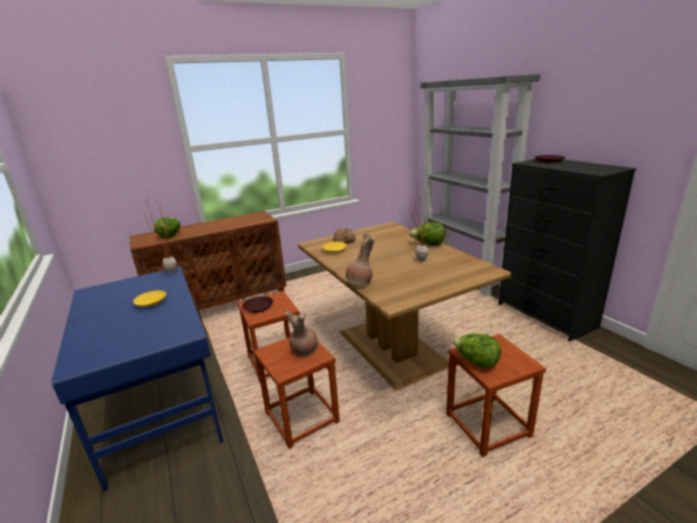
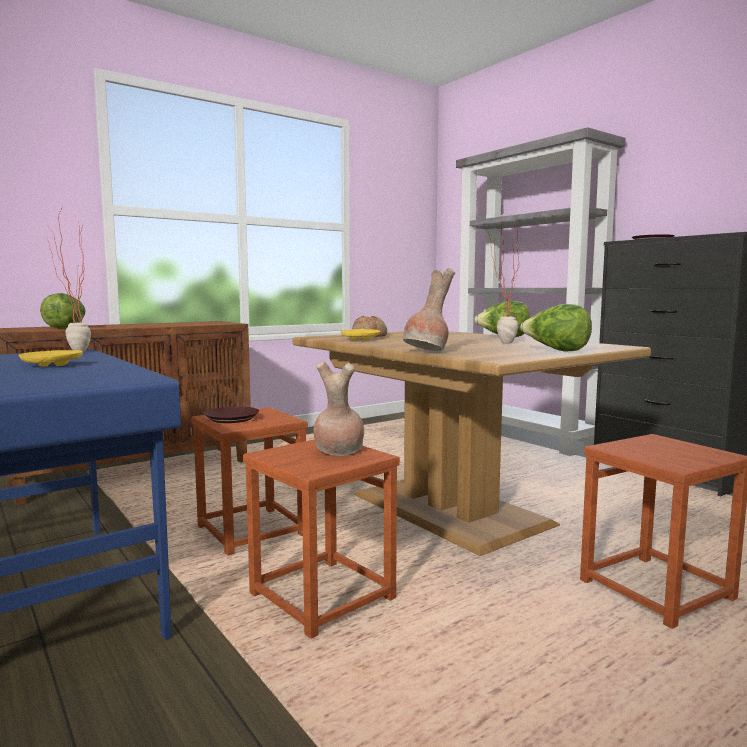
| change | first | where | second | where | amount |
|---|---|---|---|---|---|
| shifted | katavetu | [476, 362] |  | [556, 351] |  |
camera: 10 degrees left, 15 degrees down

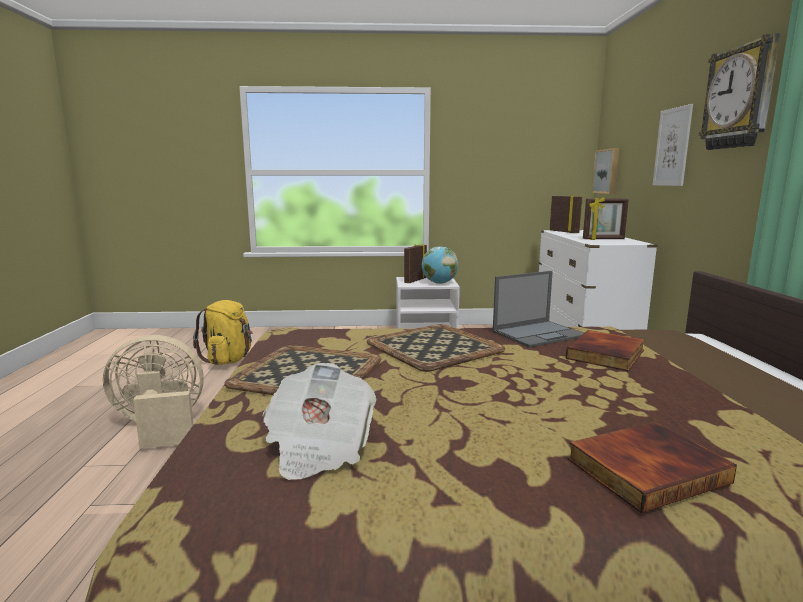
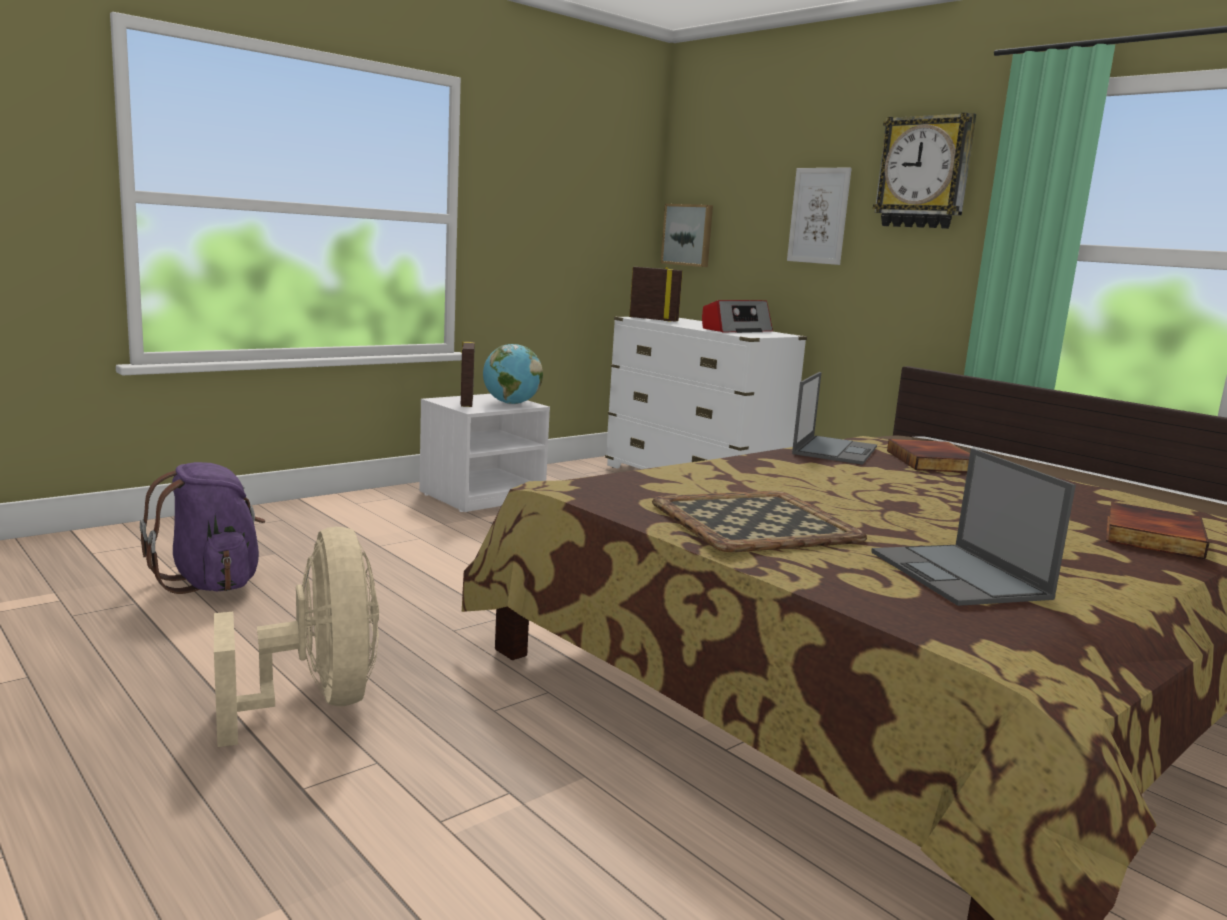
| change | first | where | second | where | amount |
|---|---|---|---|---|---|
| gone | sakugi | [432, 347] |  |  |  |
| swapped | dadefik | [318, 447] | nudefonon | [960, 576] |  |
| swapped | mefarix | [603, 239] | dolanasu | [735, 330] |  |
| repainted | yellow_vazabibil | [229, 360] | purple_vazabibil | [211, 583] |  |
| rotated | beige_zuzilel | [160, 427] |  | [316, 702] | 120 degrees clockwise |
camera: 40 degrees left, 0 degrees up

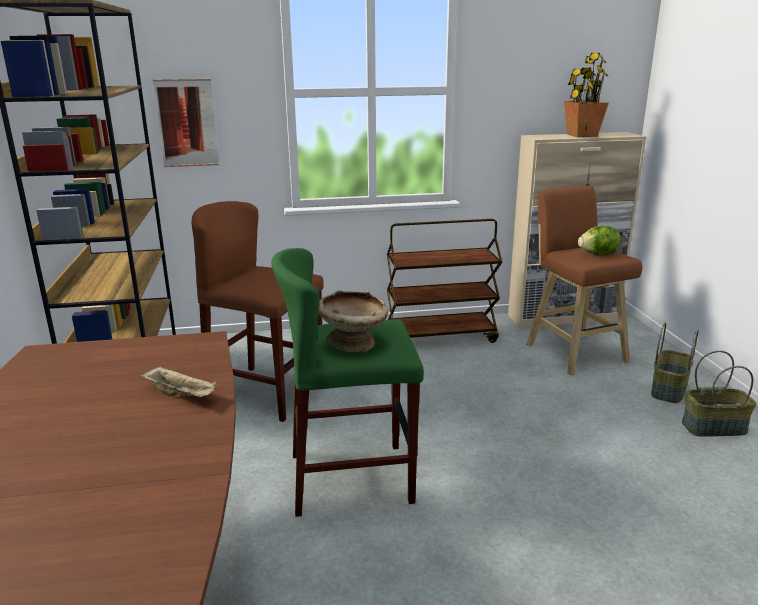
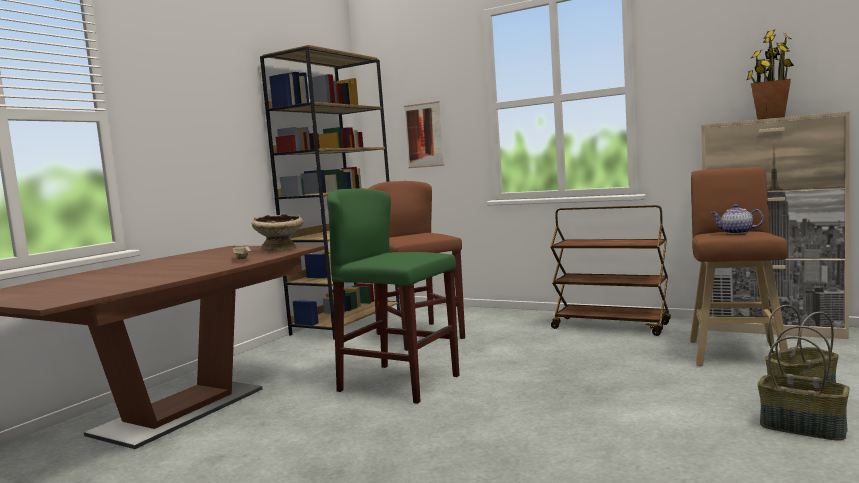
| change | first | where | second | where | amount |
|---|---|---|---|---|---|
| shifted | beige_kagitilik | [354, 343] |  | [280, 249] |  |
| swapped | katavetu | [598, 254] | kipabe | [736, 233] |  |
camera: 40 degrees right, 15 degrees down

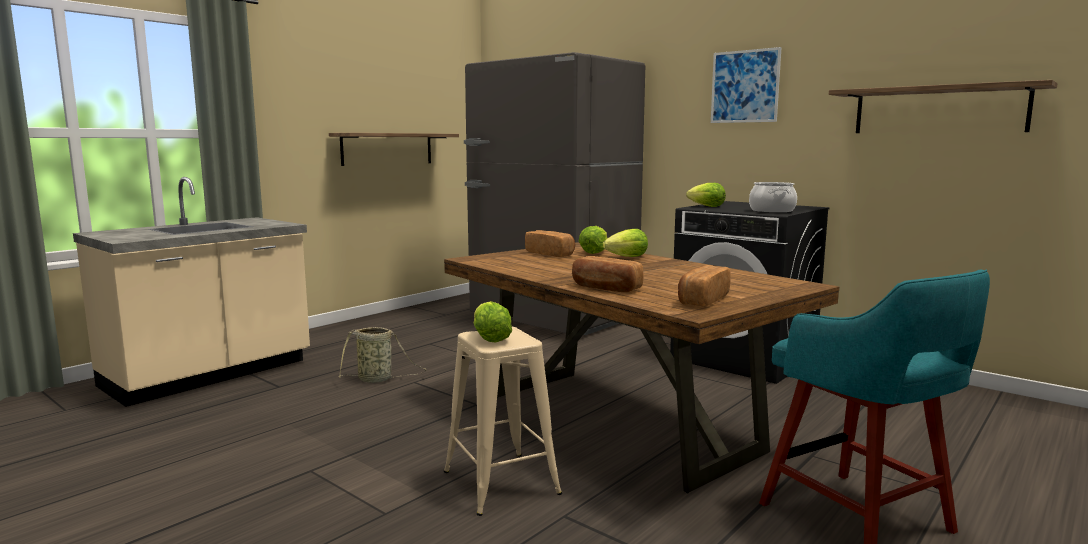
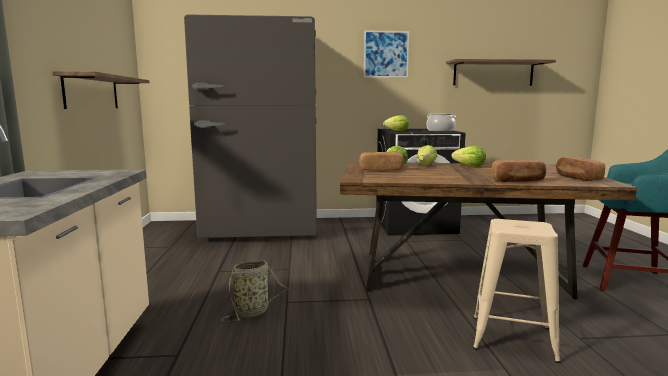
| change | first | where | second | where | amount |
|---|---|---|---|---|---|
| shifted | katavetu | [490, 338] |  | [470, 166] |  |
camera: 45 degrees left, 0 degrees up

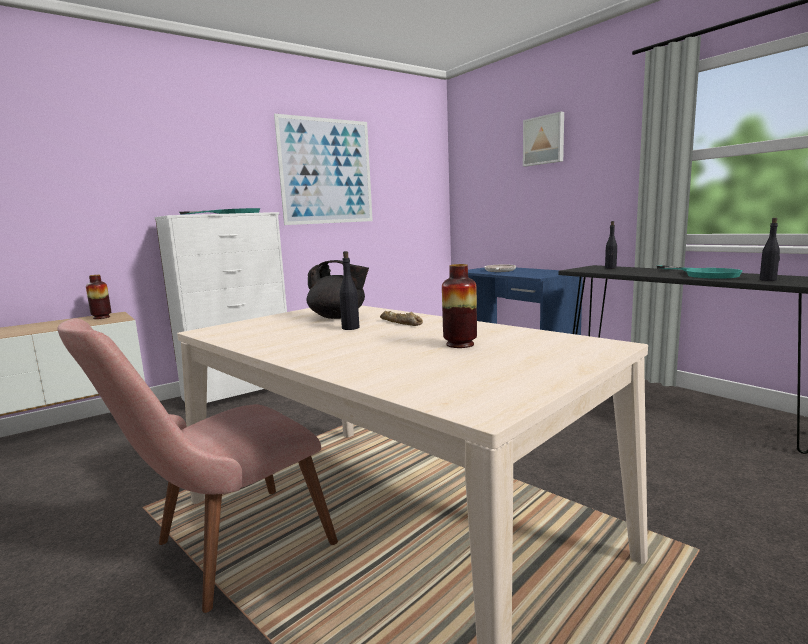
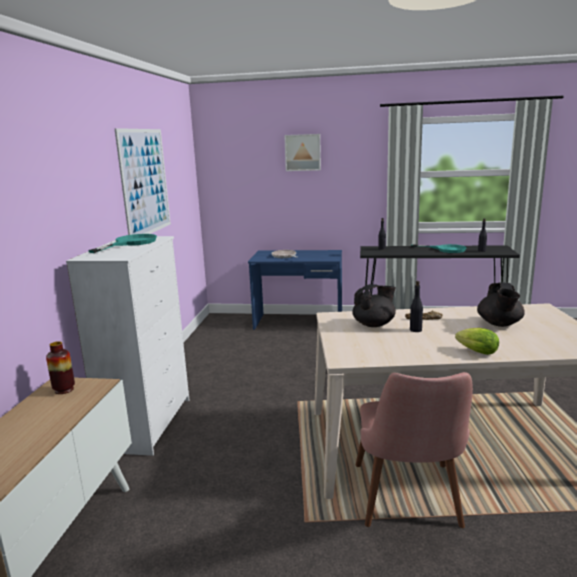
| change | first | where | second | where | amount |
|---|---|---|---|---|---|
| new |  |  | katavetu | [475, 351] |  |
| swapped | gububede | [460, 344] | black_kipabe | [499, 324] |  |
camera: 45 degrees left, 5 degrees up

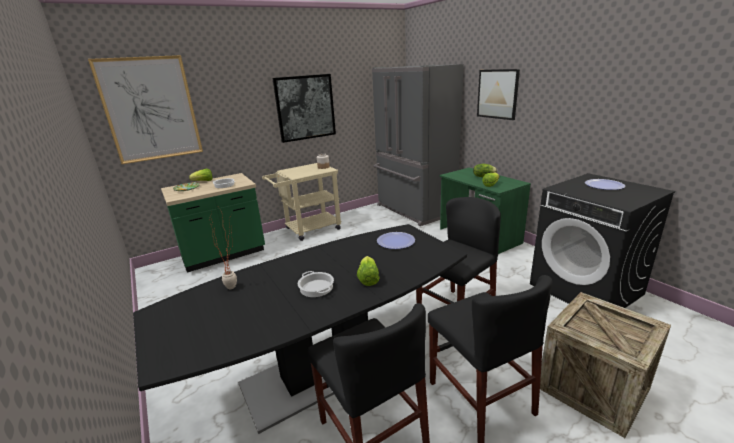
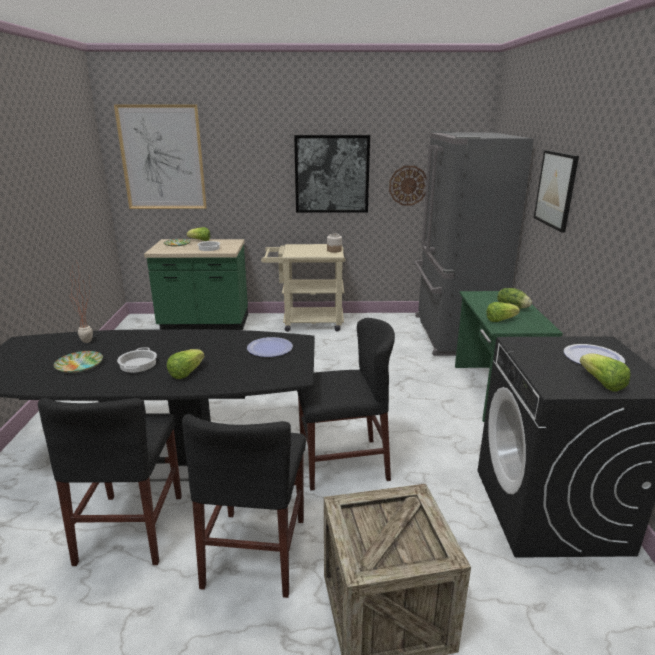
| change | first | where | second | where | amount |
|---|---|---|---|---|---|
| new |  |  | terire | [80, 364] |  |
| new |  |  | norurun | [408, 185] |  |
| new |  |  | katavetu | [601, 383] |  |
camera: 30 degrees right, 0 degrees up

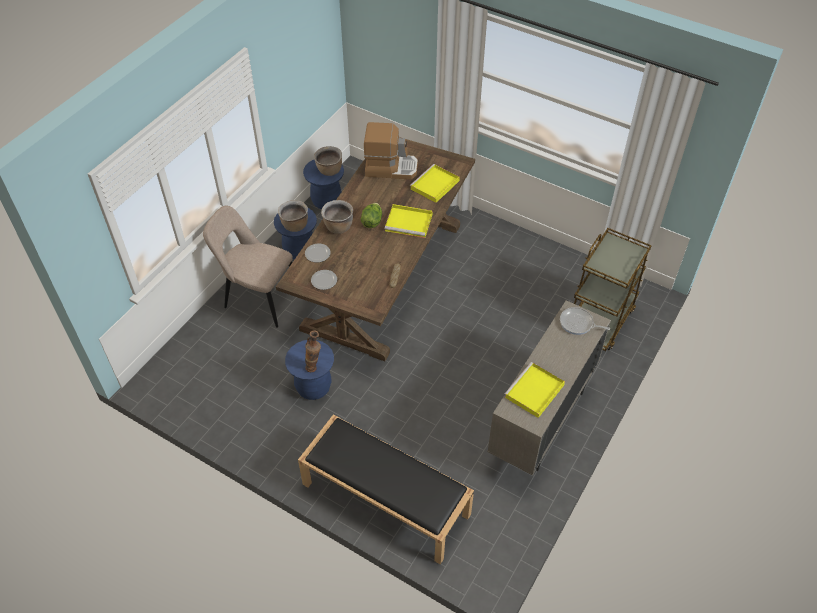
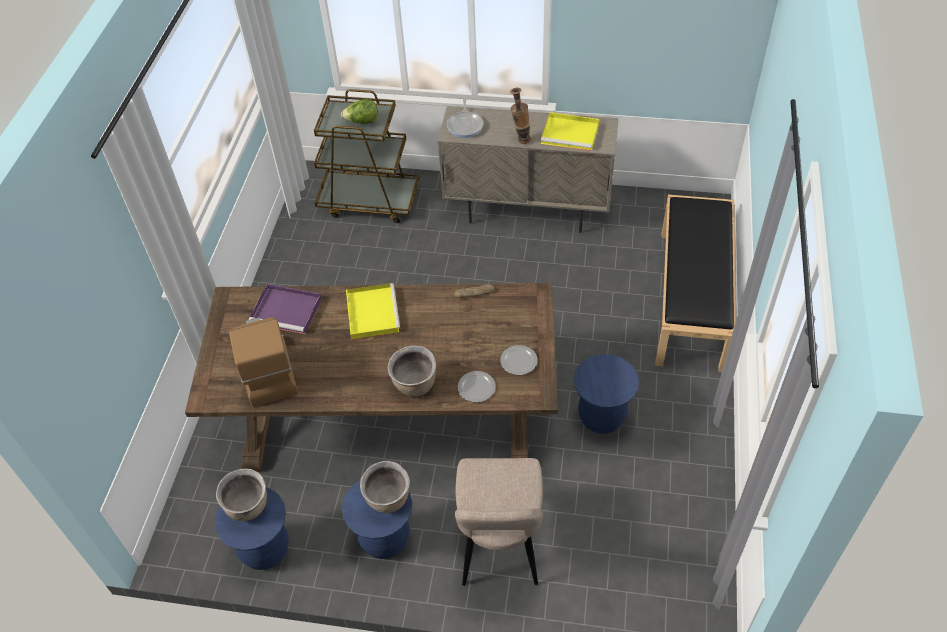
| change | first | where | second | where | amount |
|---|---|---|---|---|---|
| shifted | gububede | [314, 367] |  | [520, 139] |  |
| shifted | katavetu | [372, 222] |  | [362, 122] |  |
| repainted | yellow_sakugi | [434, 185] | purple_sakugi | [288, 310] |  |
camera: 110 degrees left, 0 degrees up

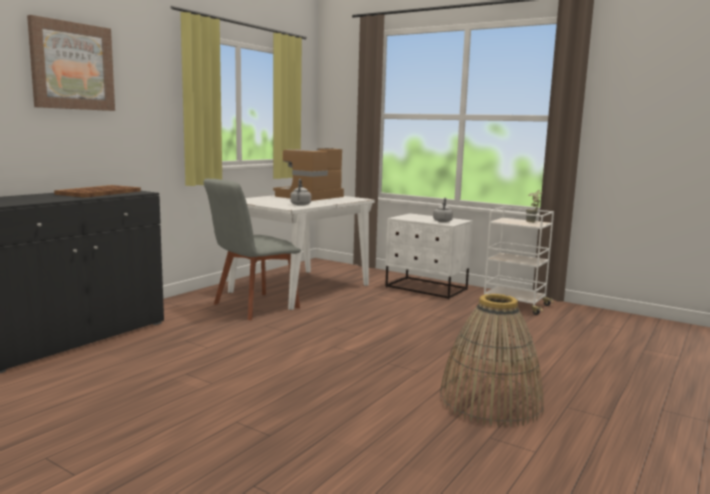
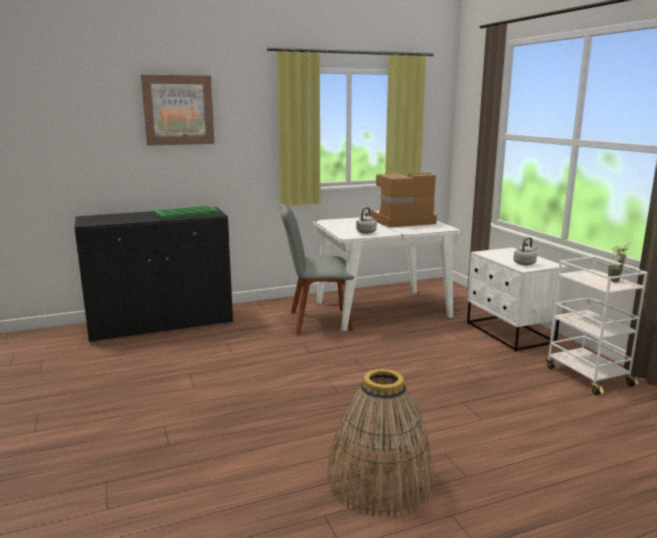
| change | first | where | second | where | amount |
|---|---|---|---|---|---|
| repainted | brown_sakugi | [100, 192] | green_sakugi | [187, 213] |  |
camera: 35 degrees right, 5 degrees up

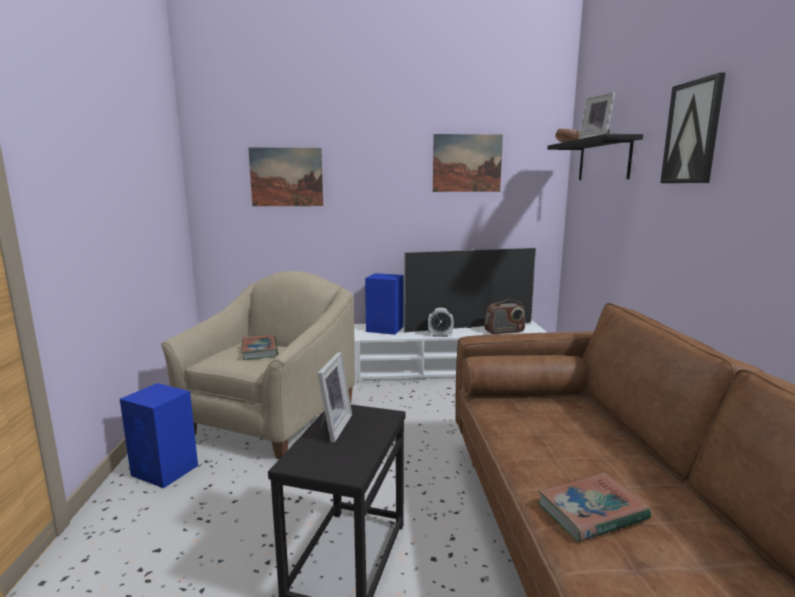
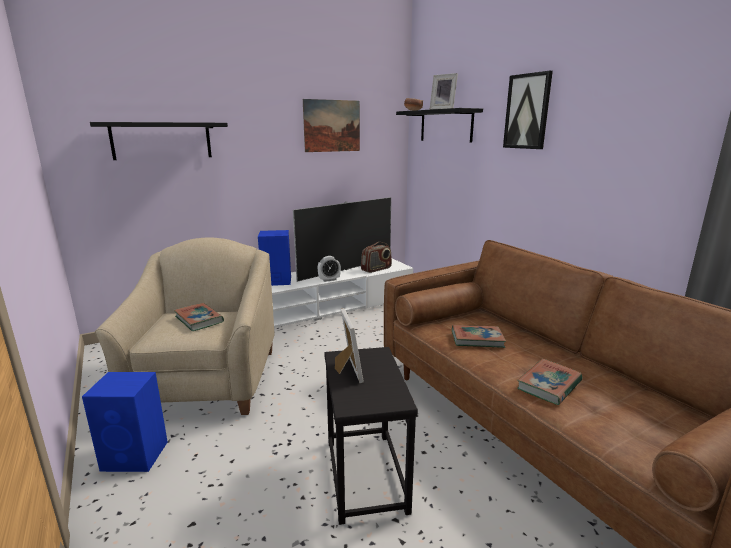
| change | first | where | second | where | amount |
|---|---|---|---|---|---|
| new |  |  | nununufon | [477, 339] |  |
| swapped | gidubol | [286, 177] | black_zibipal | [162, 140] |  |
camera: 25 degrees left, 5 degrees up

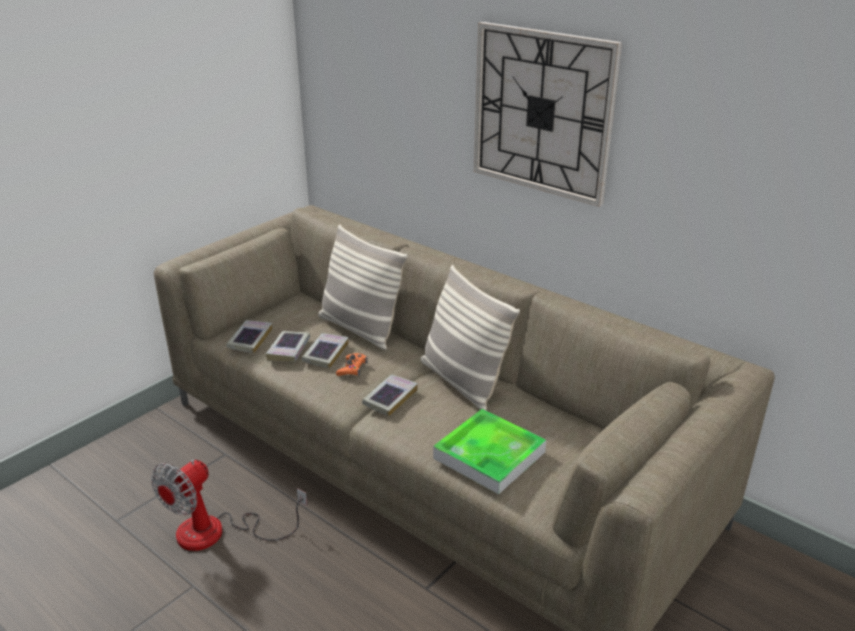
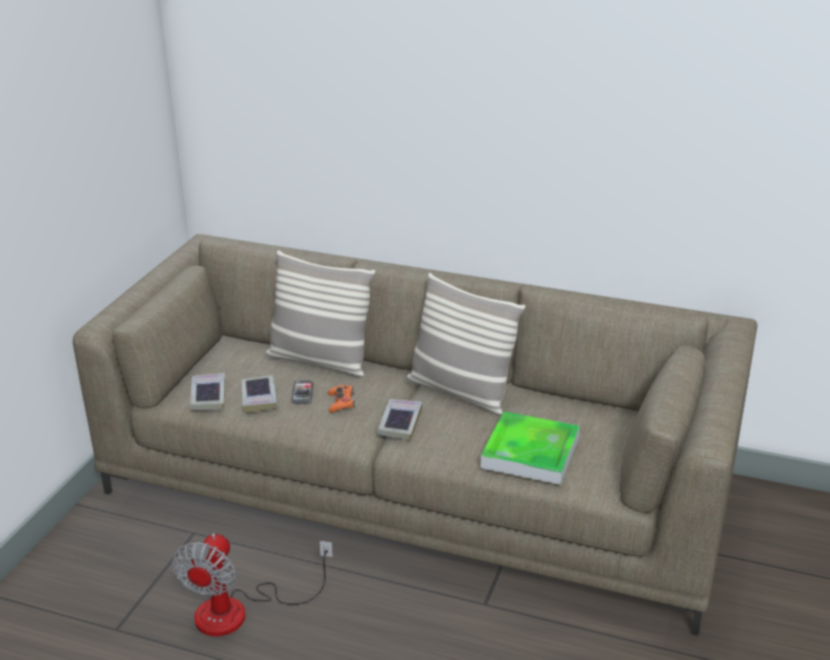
| change | first | where | second | where | amount |
|---|---|---|---|---|---|
| gone | norurun | [542, 112] |  |  |  |
| swapped | nununufon | [326, 353] | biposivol | [302, 393] |  |
camera: 20 degrees left, 0 degrees up

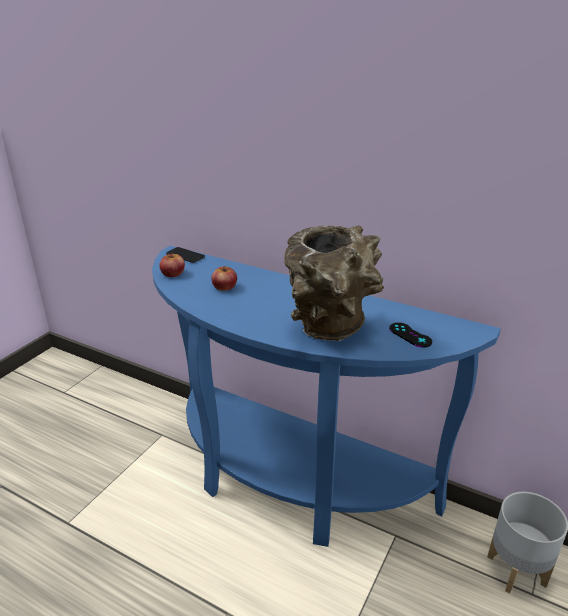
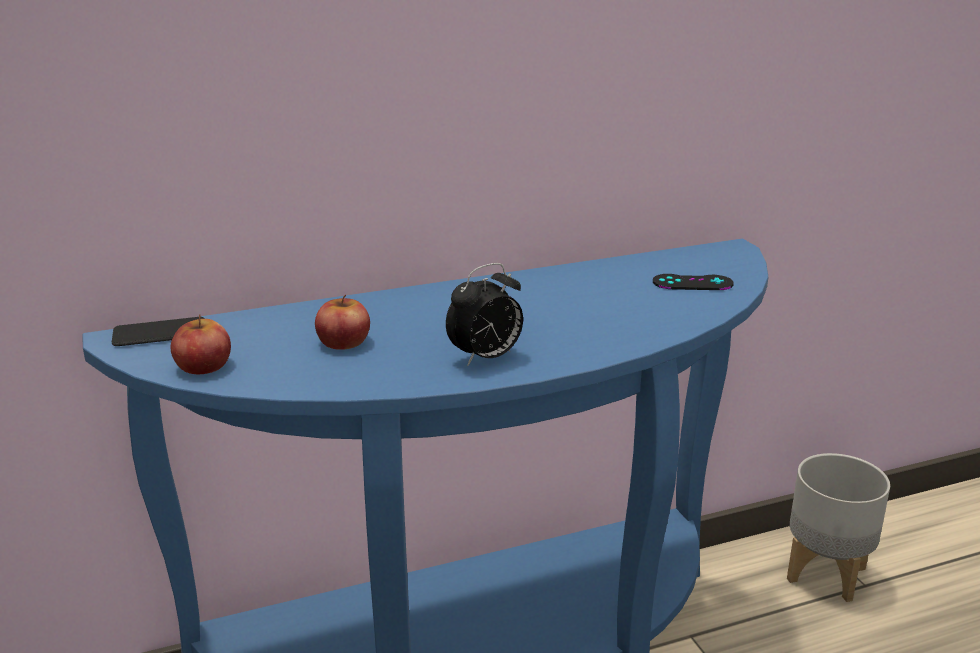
| change | first | where | second | where | amount |
|---|---|---|---|---|---|
| gone | brown_gububede | [330, 330] |  |  |  |
| new |  |  | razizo | [486, 358] |  |
camera: 50 degrees left, 5 degrees down

